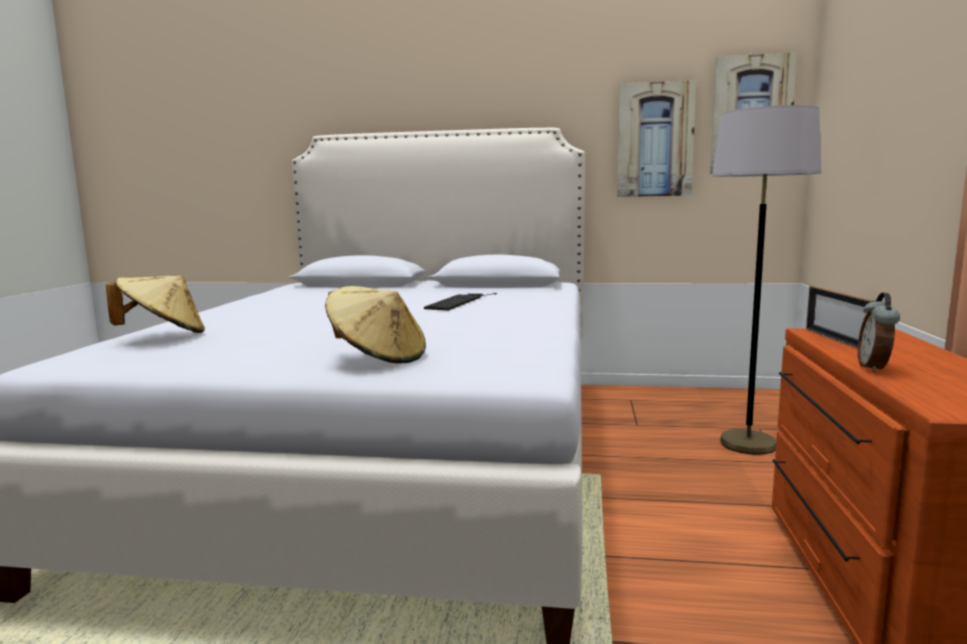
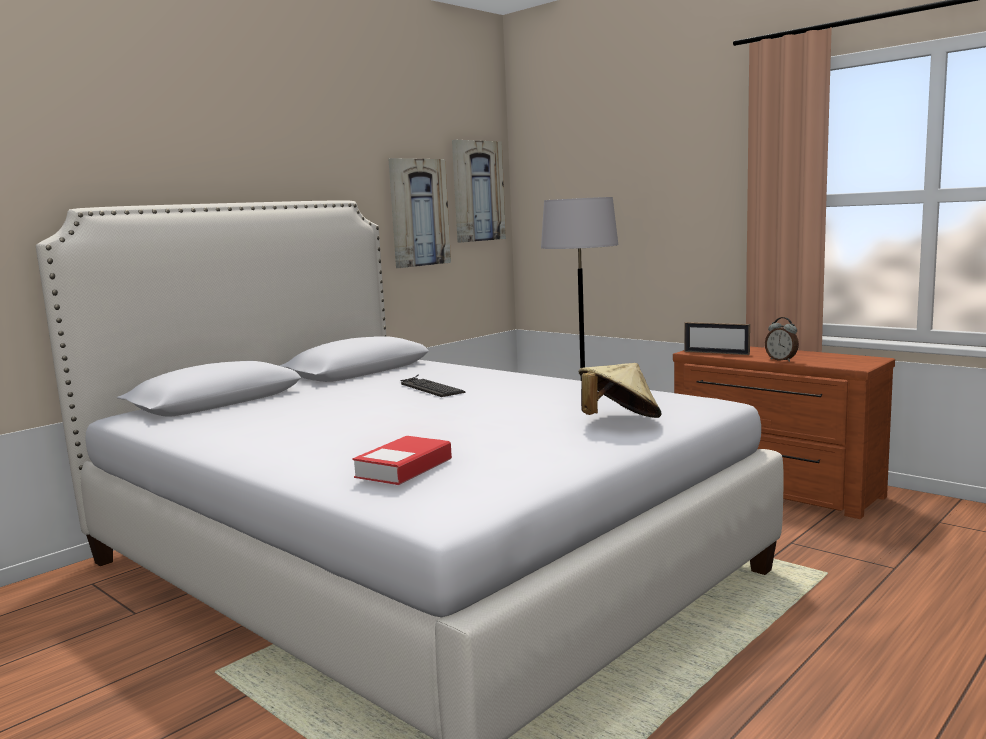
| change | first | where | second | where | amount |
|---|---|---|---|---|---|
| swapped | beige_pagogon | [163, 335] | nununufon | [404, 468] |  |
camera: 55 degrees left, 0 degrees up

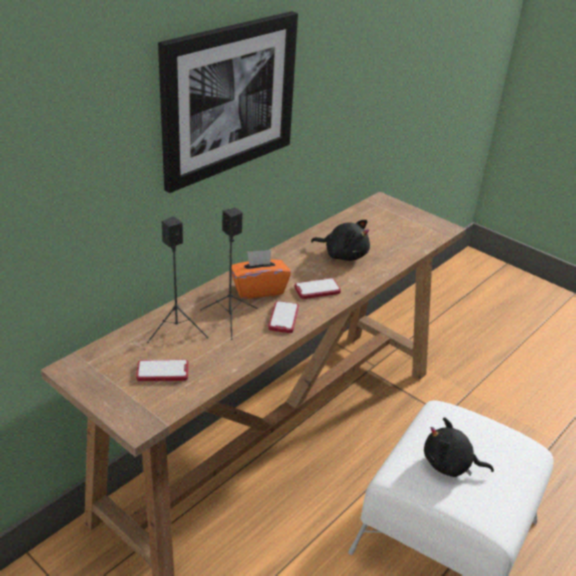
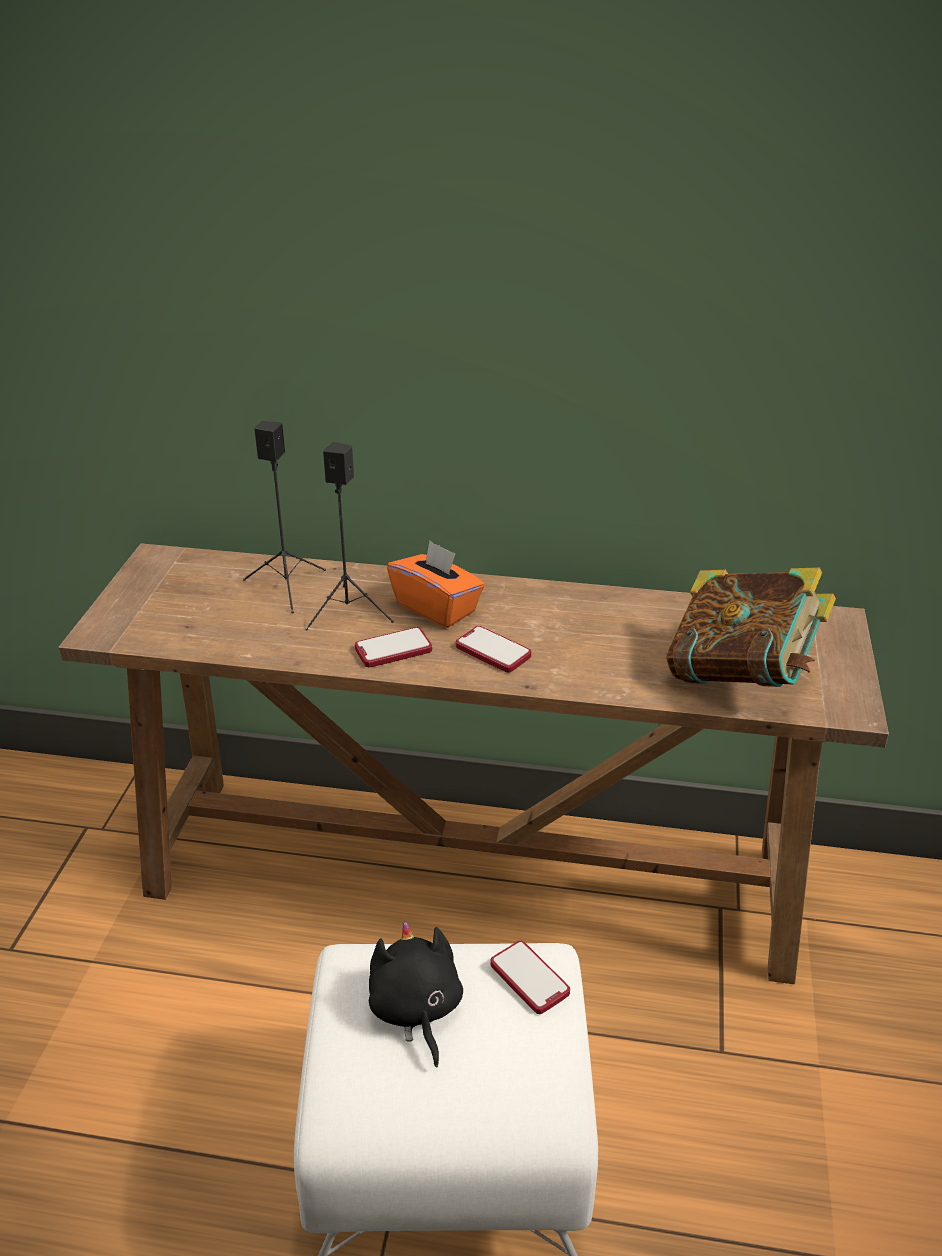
| change | first | where | second | where | amount |
|---|---|---|---|---|---|
| gone | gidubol | [228, 98] |  |  |  |
| gone | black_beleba | [343, 255] |  |  |  |
| new |  |  | nununufon | [741, 675] |  |
| shifted | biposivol | [162, 372] |  | [529, 978] |  |
camera: 60 degrees right, 0 degrees up

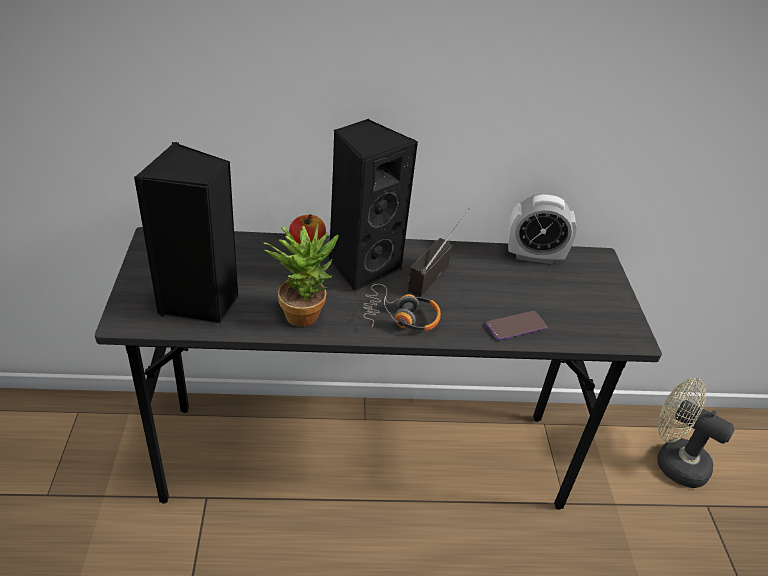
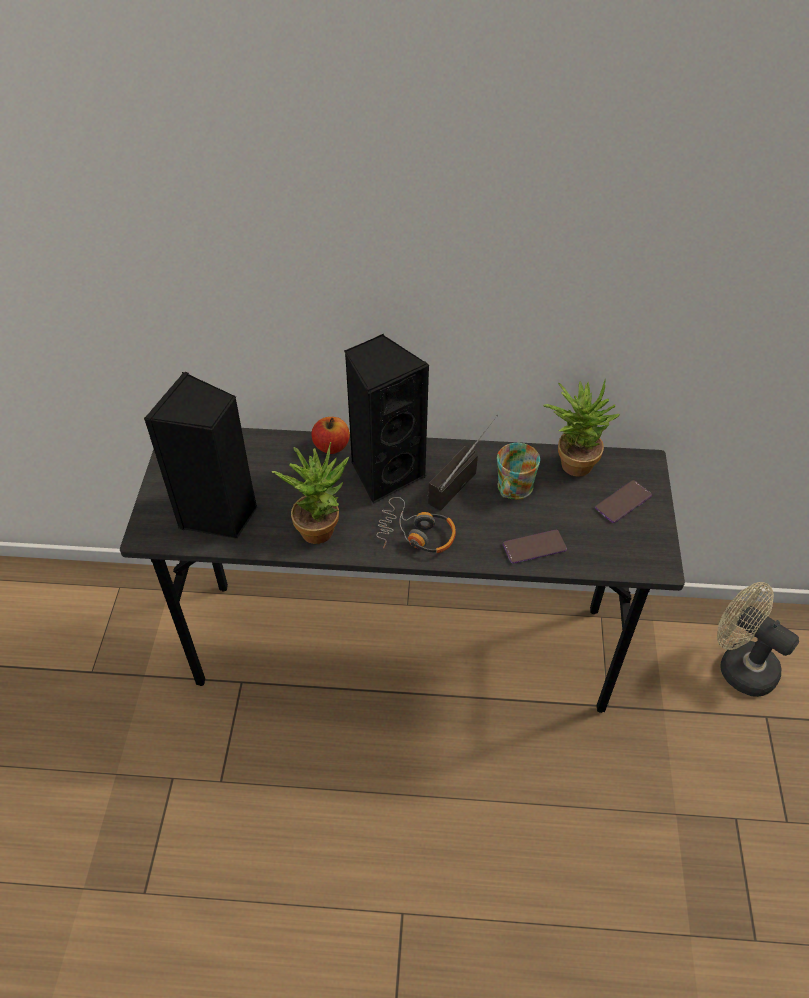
| change | first | where | second | where | amount |
|---|---|---|---|---|---|
| new |  |  | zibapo | [512, 490] |  |
| new |  |  | biposivol | [623, 502] |  |
| swapped | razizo | [534, 256] | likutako | [572, 460] |  |
camera: 10 degrees right, 10 degrees up

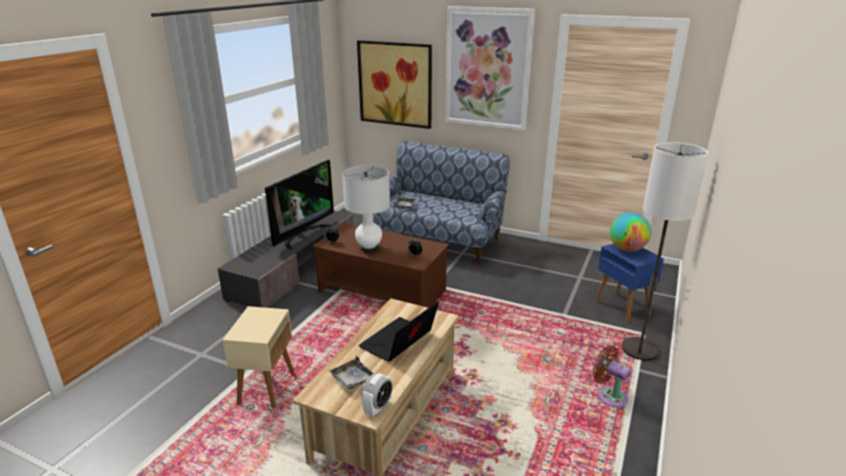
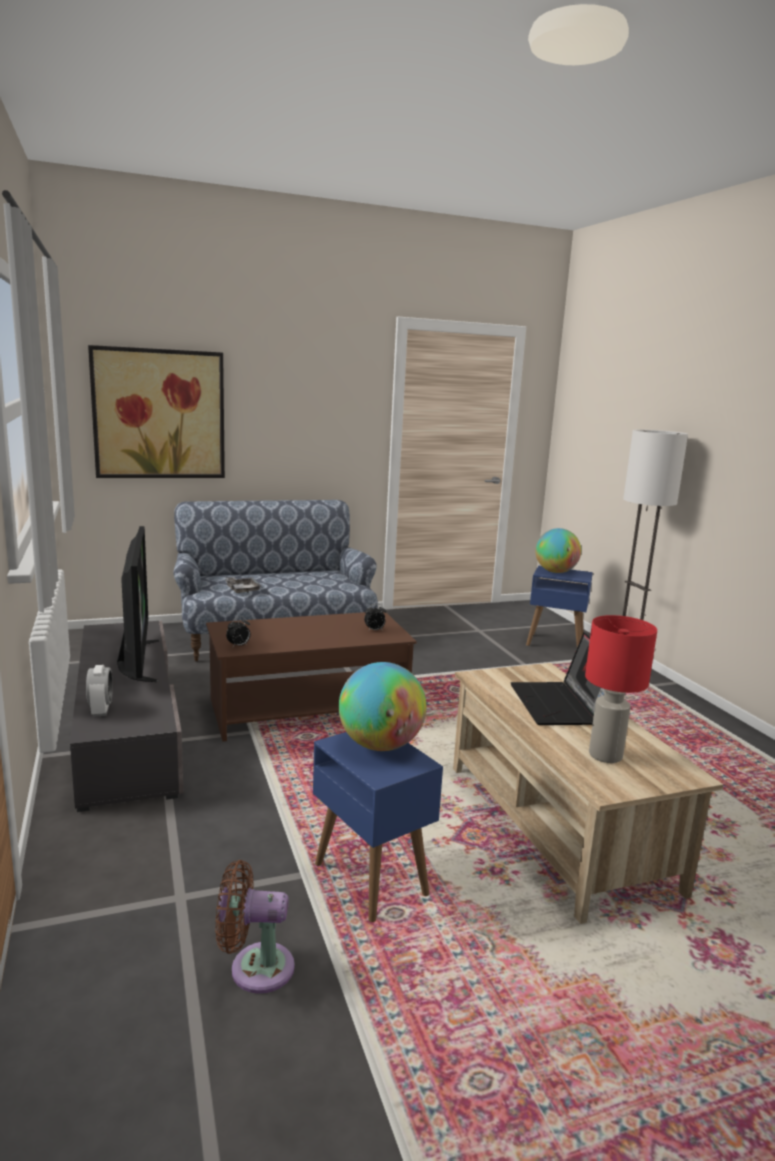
| change | first | where | second | where | amount |
|---|---|---|---|---|---|
| gone | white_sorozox | [369, 248] |  |  |  |
| gone | gidubol | [487, 68] |  |  |  |
| new |  |  | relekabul | [380, 745] |  |
| shifted | razizo | [377, 408] |  | [101, 710] |  |
| shifted | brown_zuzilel | [609, 396] |  | [255, 967] |  |
| swapped | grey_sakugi | [354, 380] | red_sorozox | [606, 756] |  |
| repainted | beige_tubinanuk | [267, 387] | blue_tubinanuk | [369, 879] |  |
camera: 45 degrees left, 10 degrees down

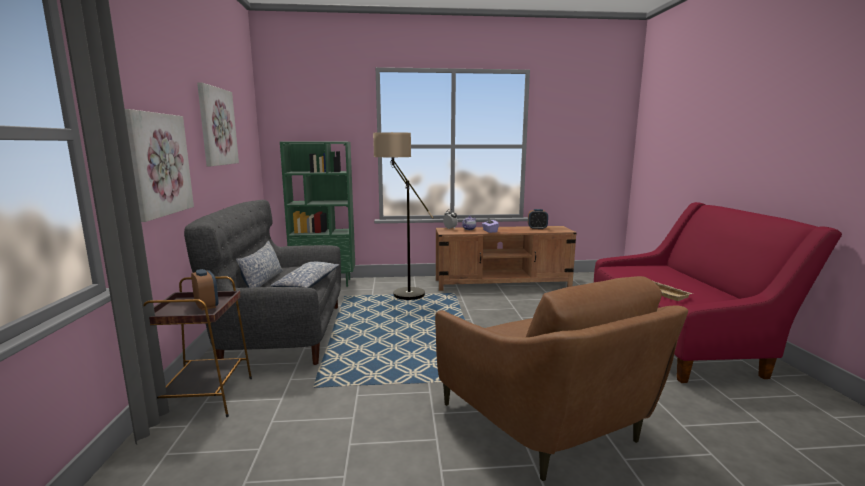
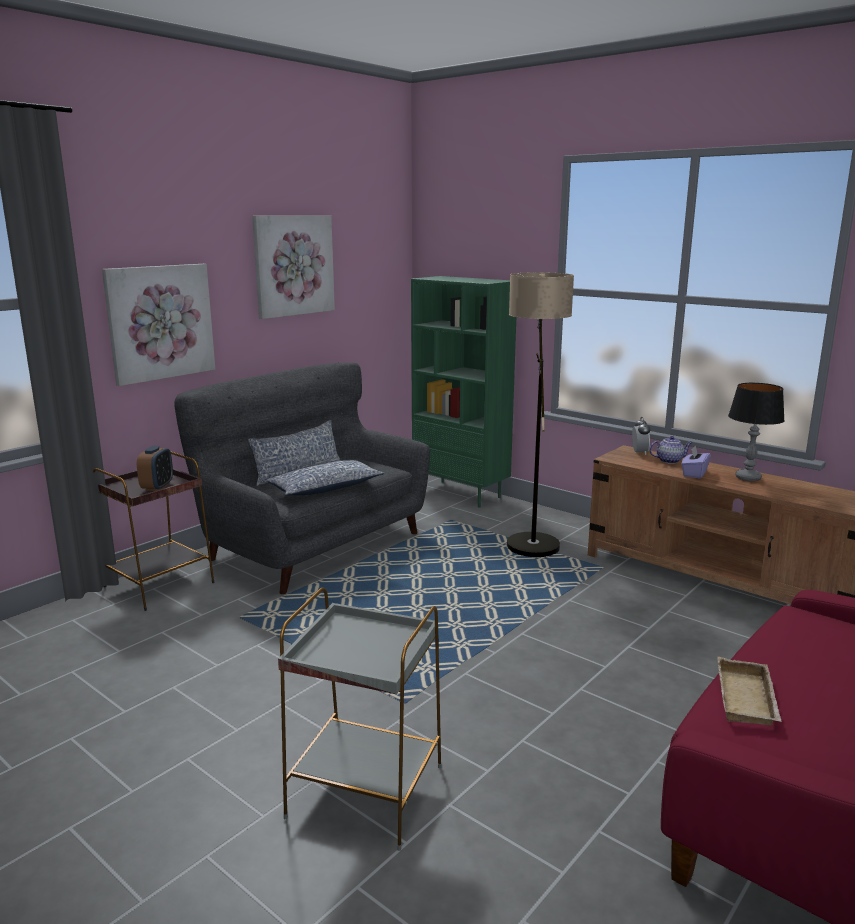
| change | first | where | second | where | amount |
|---|---|---|---|---|---|
| gone | razizo | [537, 228] |  |  |  |
| new |  |  | sorozox | [748, 478] |  |
| swapped | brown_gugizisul | [548, 422] | grey_tubinanuk | [365, 790] |  |
camera: 45 degrees right, 5 degrees up

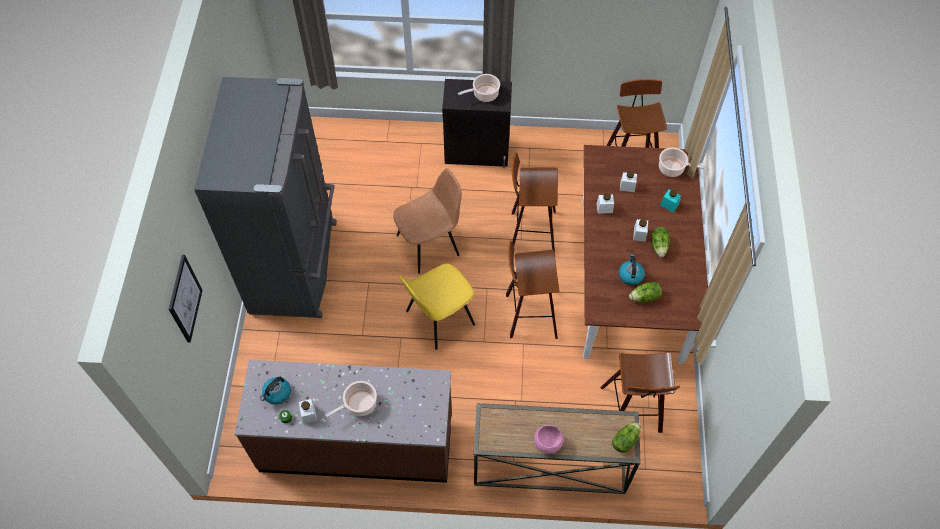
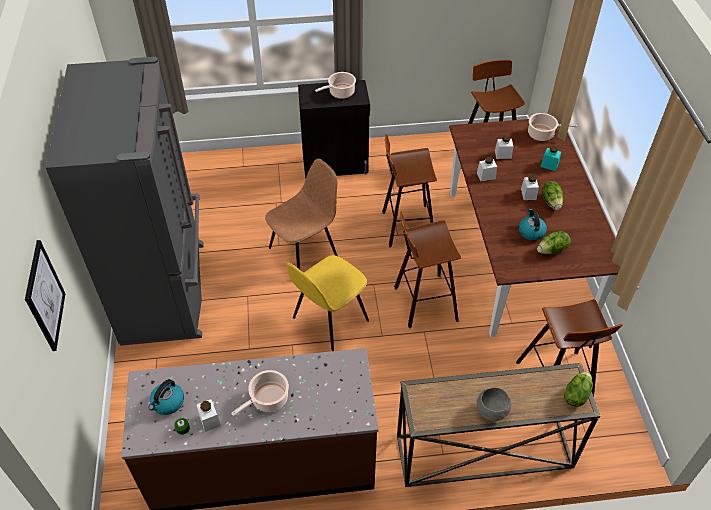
| change | first | where | second | where | amount |
|---|---|---|---|---|---|
| repainted | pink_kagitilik | [547, 443] | grey_kagitilik | [491, 411] |  |
camera: 10 degrees left, 10 degrees down

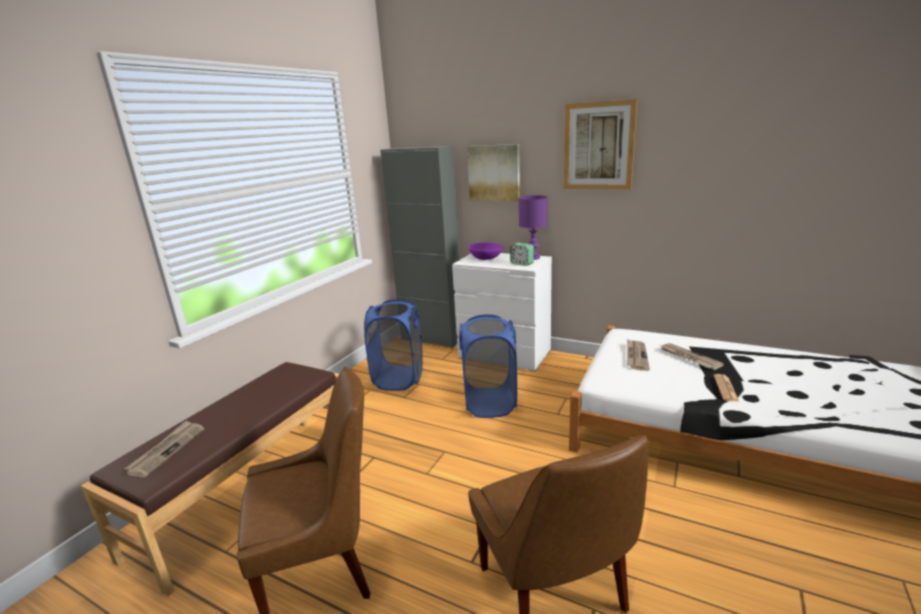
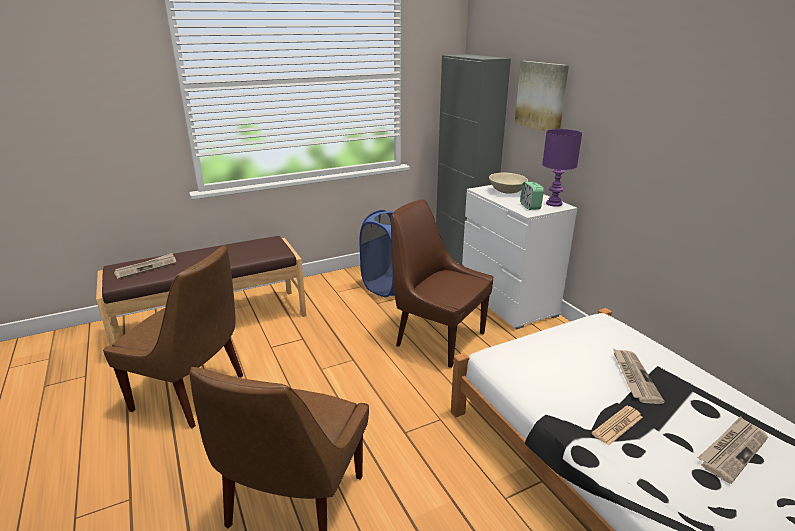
| change | first | where | second | where | amount |
|---|---|---|---|---|---|
| gone | gidubol | [598, 146] |  |  |  |
| shifted | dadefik | [636, 356] |  | [732, 450] |  |
| swapped | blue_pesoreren | [489, 402] | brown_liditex | [437, 338] |  |
| repainted | purple_kagitilik | [485, 258] | beige_kagitilik | [506, 191] |  |
camera: 35 degrees right, 5 degrees up

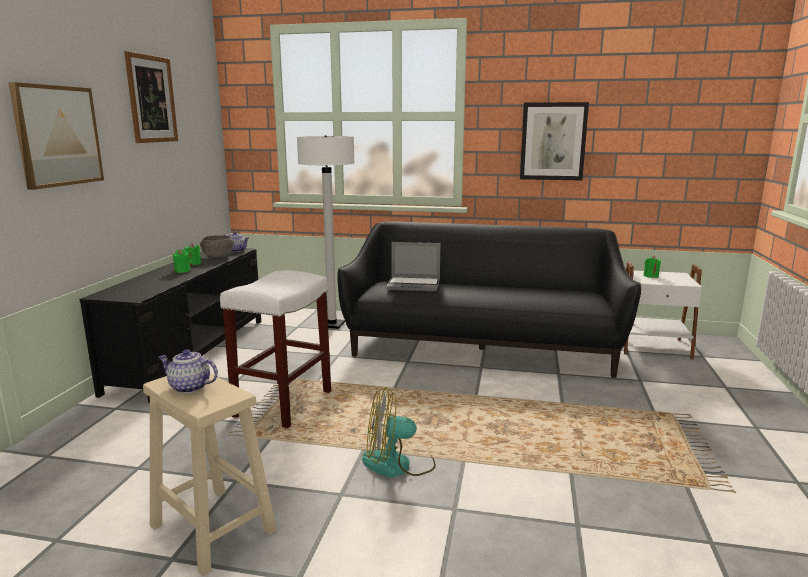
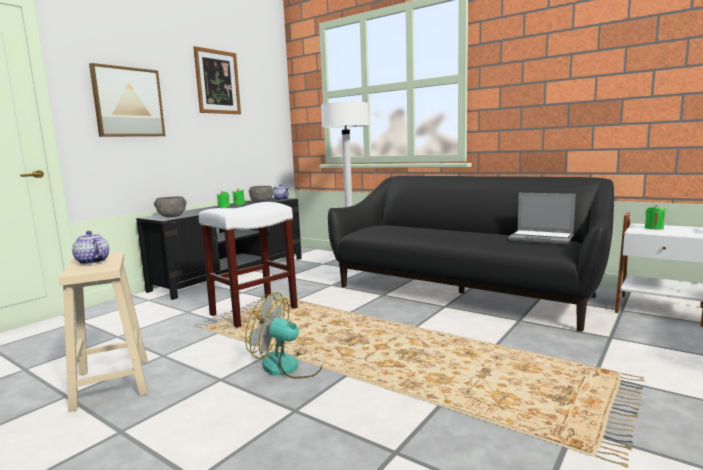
| change | first | where | second | where | amount |
|---|---|---|---|---|---|
| gone | gidubol | [553, 141] |  |  |  |
| new |  |  | grey_kagitilik | [171, 216] |  |
| shifted | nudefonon | [414, 285] |  | [542, 238] |  |
camera: 25 degrees right, 5 degrees down

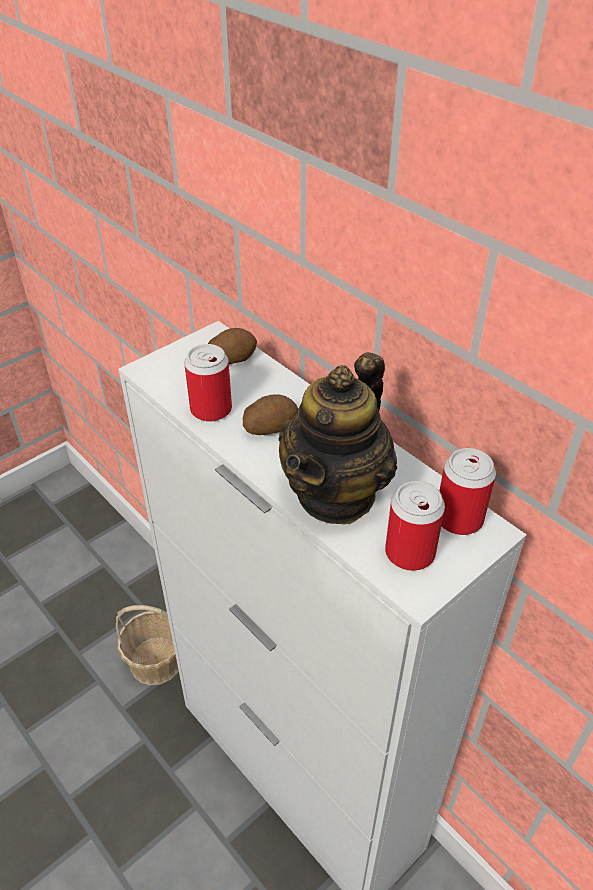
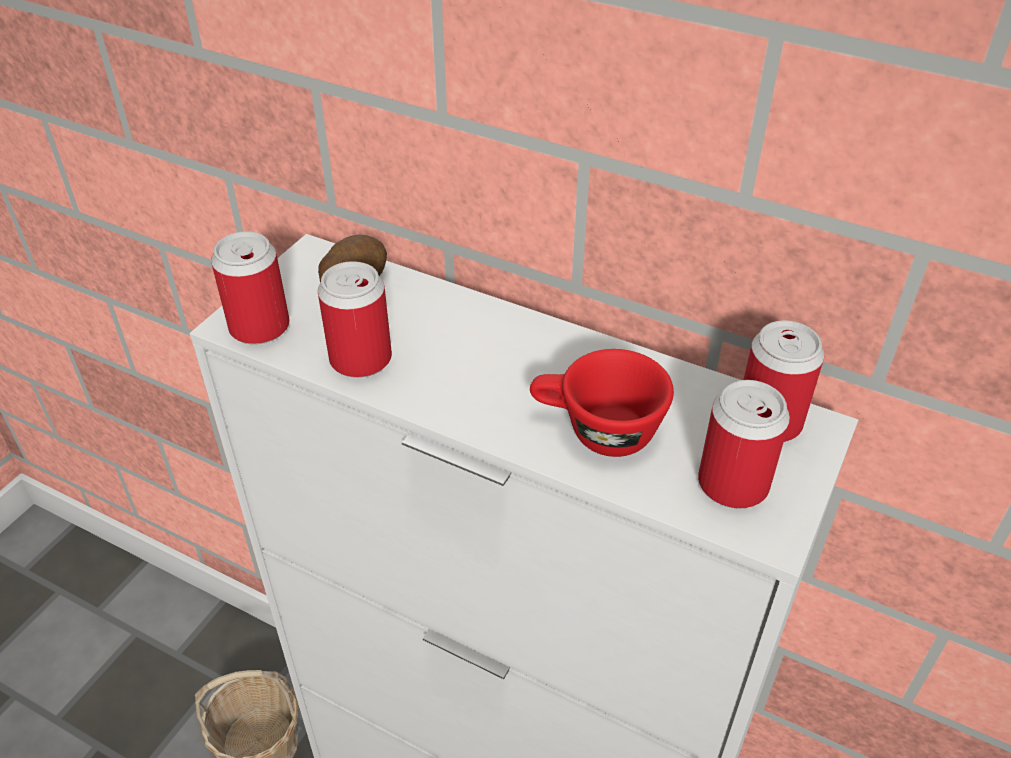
| change | first | where | second | where | amount |
|---|---|---|---|---|---|
| gone | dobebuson | [269, 427] |  |  |  |
| new |  |  | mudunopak | [259, 327] |  |
| swapped | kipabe | [336, 494] | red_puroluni | [596, 431] |  |
camera: 20 degrees left, 0 degrees up

